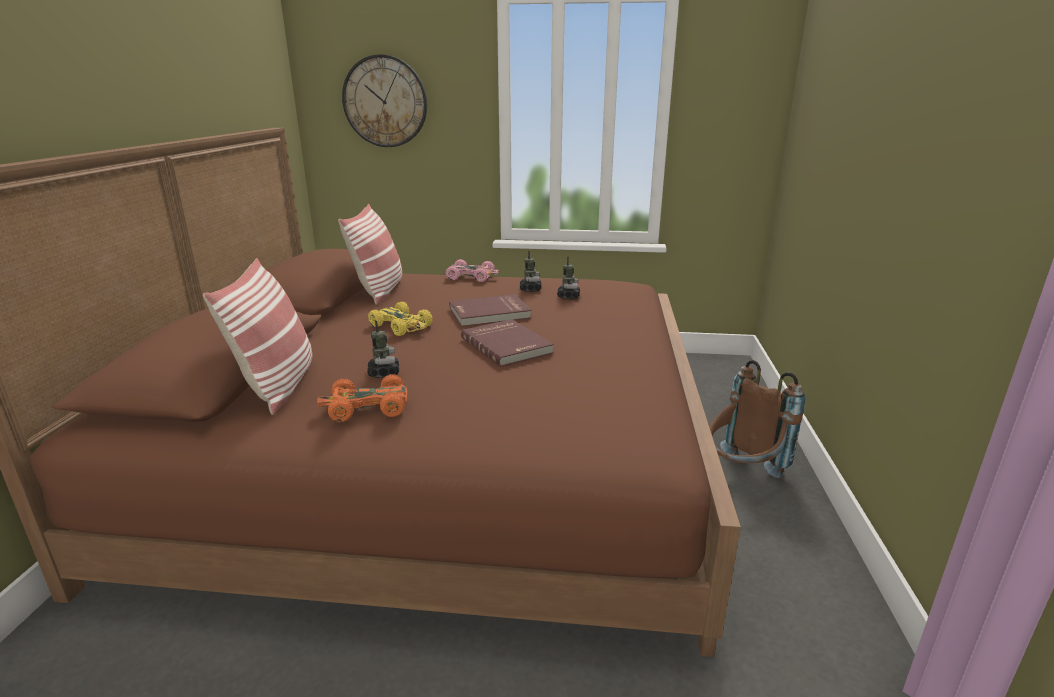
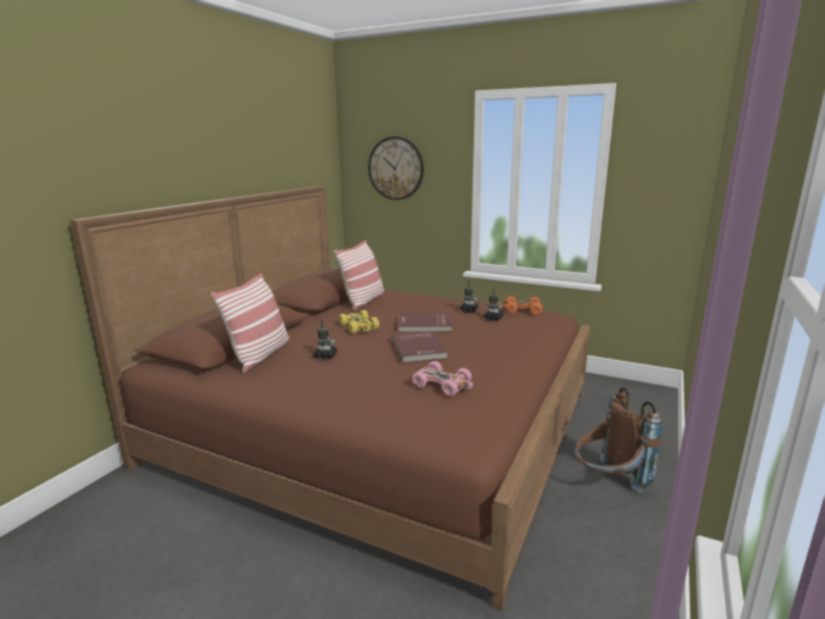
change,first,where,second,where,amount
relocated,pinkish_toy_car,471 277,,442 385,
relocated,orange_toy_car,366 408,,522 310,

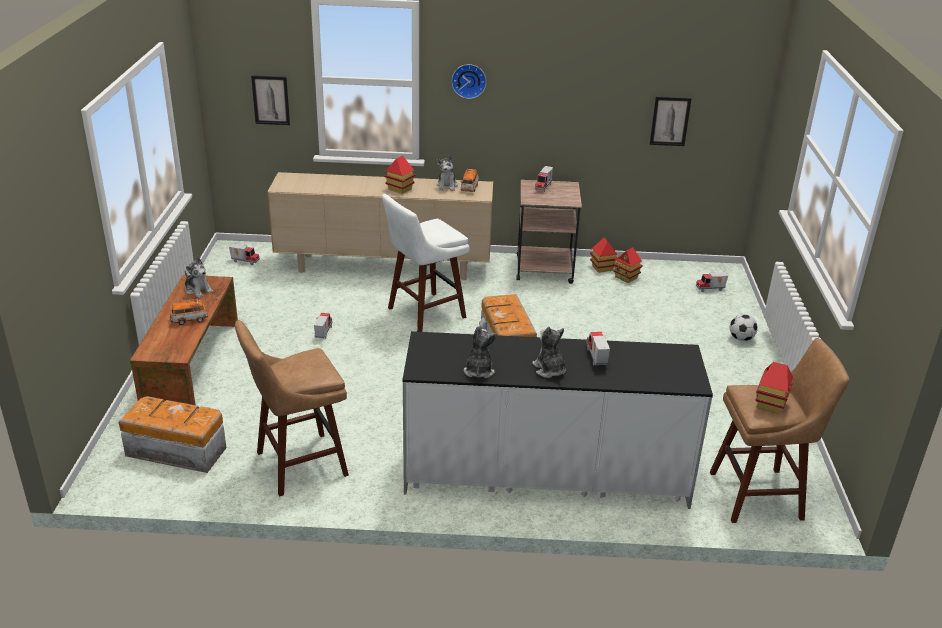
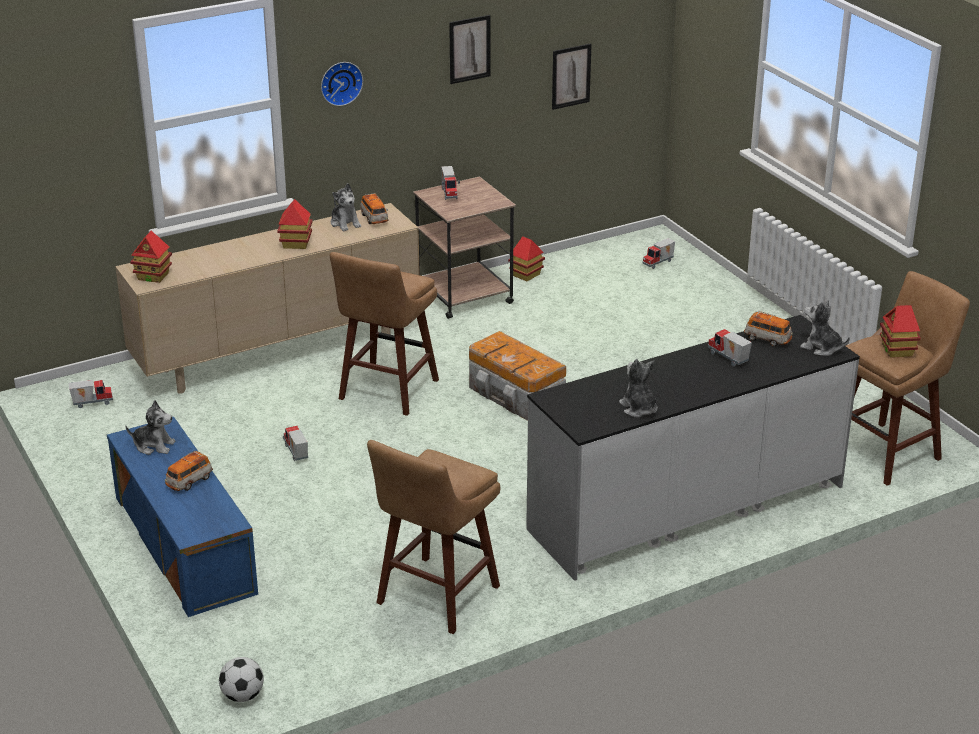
change,first,where,second,where,amount
relocated,picture,271 100,,469 49,
colour,whitish_sitting_stool,424 313,brownish_sitting_stool,387 391,
relocated,model_house,626 277,,153 276,
colour,brownish_long_seat,191 364,blue-coloured_long_seat,181 544,
relocated,football_ball,741 339,,243 696,
relocated,plush_toy,549 370,,821 348,
missing,storage_box,176 450,,,
appeared,,,toy_car,767 339,

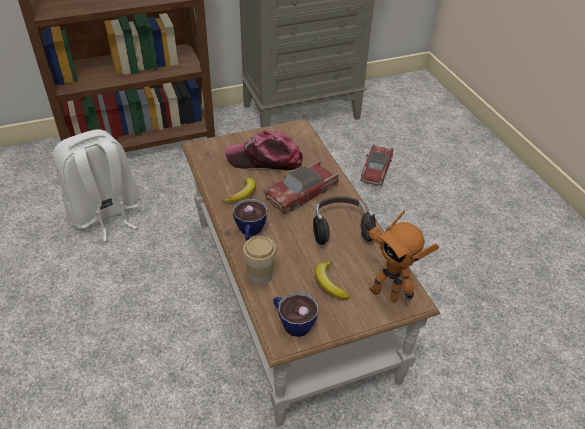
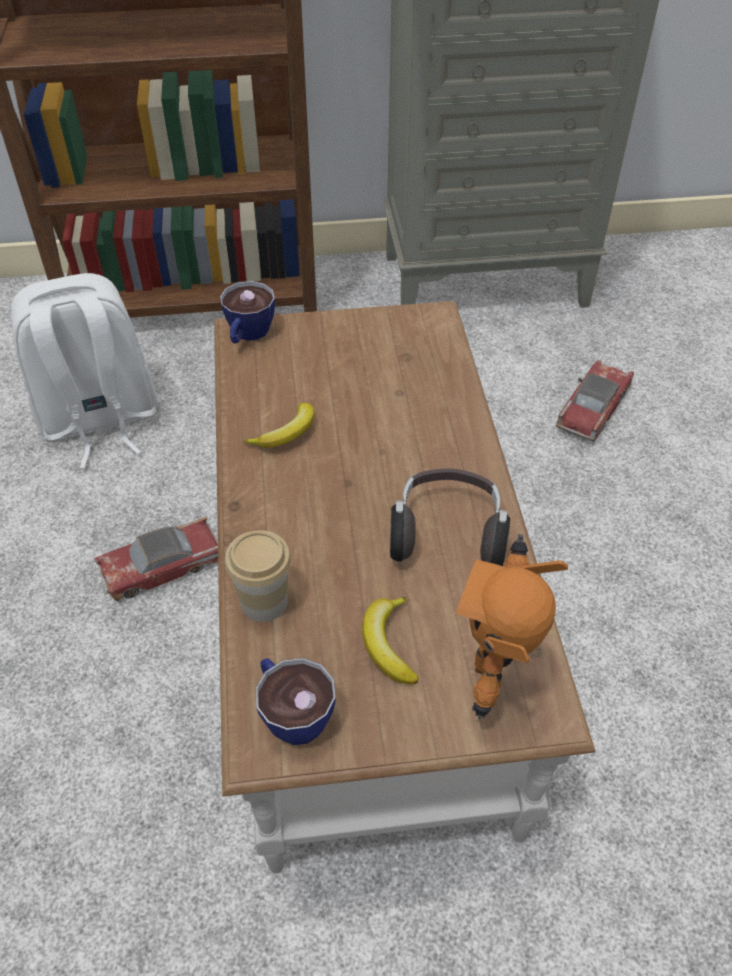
change,first,where,second,where,amount
missing,peaked_cap,265 159,,,
relocated,toy_car,301 193,,162 566,
relocated,drinking_cup,250 232,,248 335,
spun,toy_robot,385 291,,494 683,45 degrees clockwise

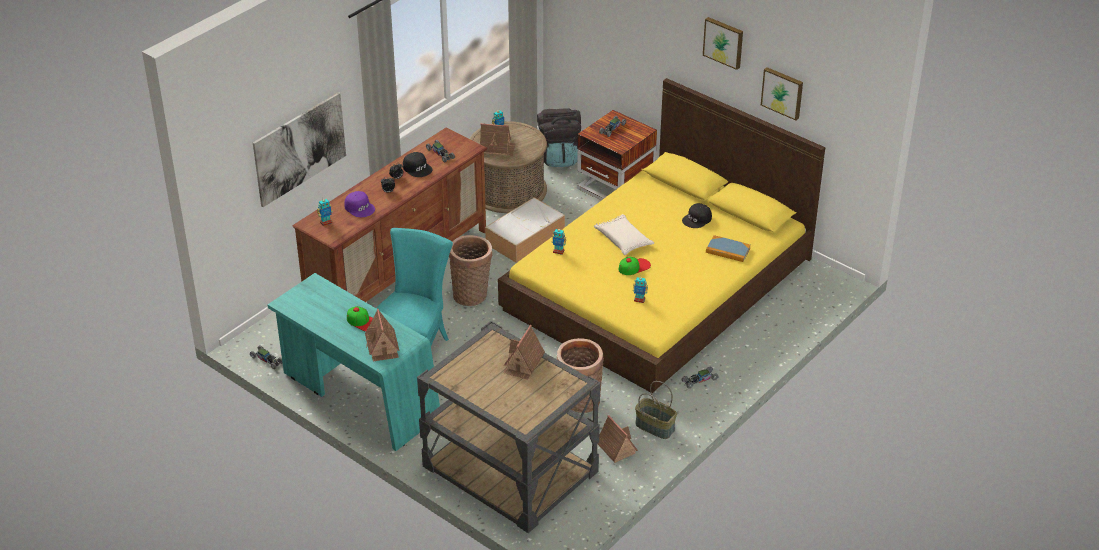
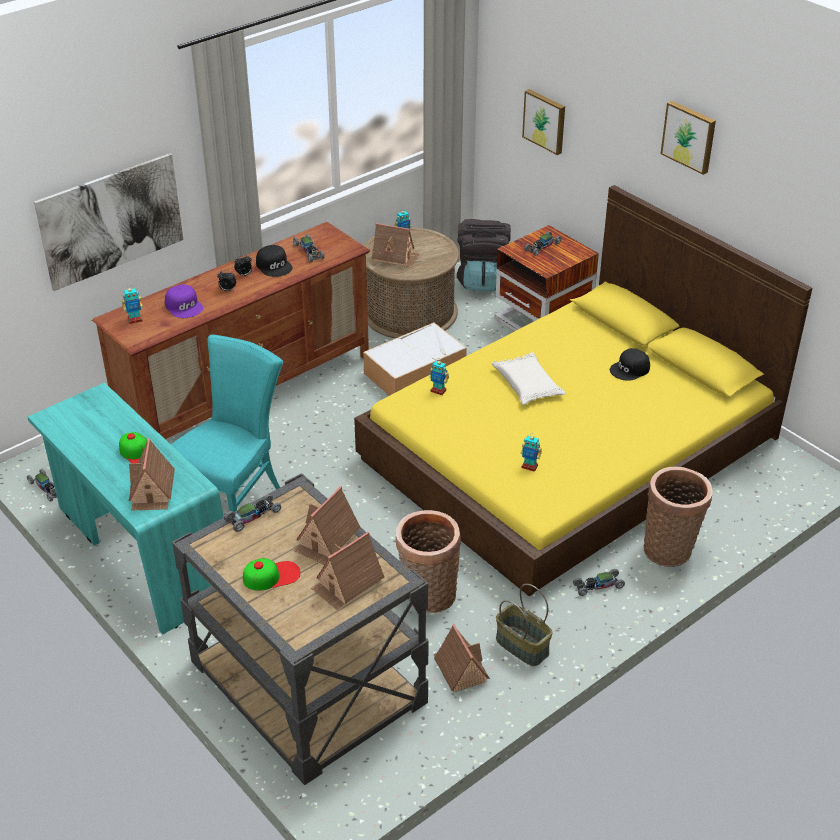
change,first,where,second,where,amount
relocated,picture,783 92,,545 121,
relocated,household_basket,472 294,,670 549,
missing,volume,728 250,,,
relocated,peaked_cap,634 267,,271 576,
appeared,,,toy_car,253 516,
appeared,,,model_house,347 583,

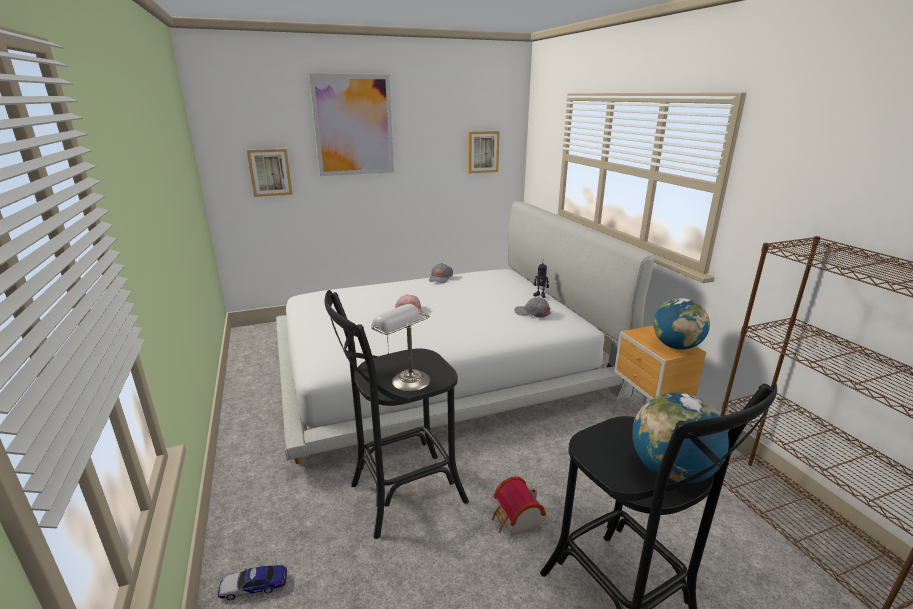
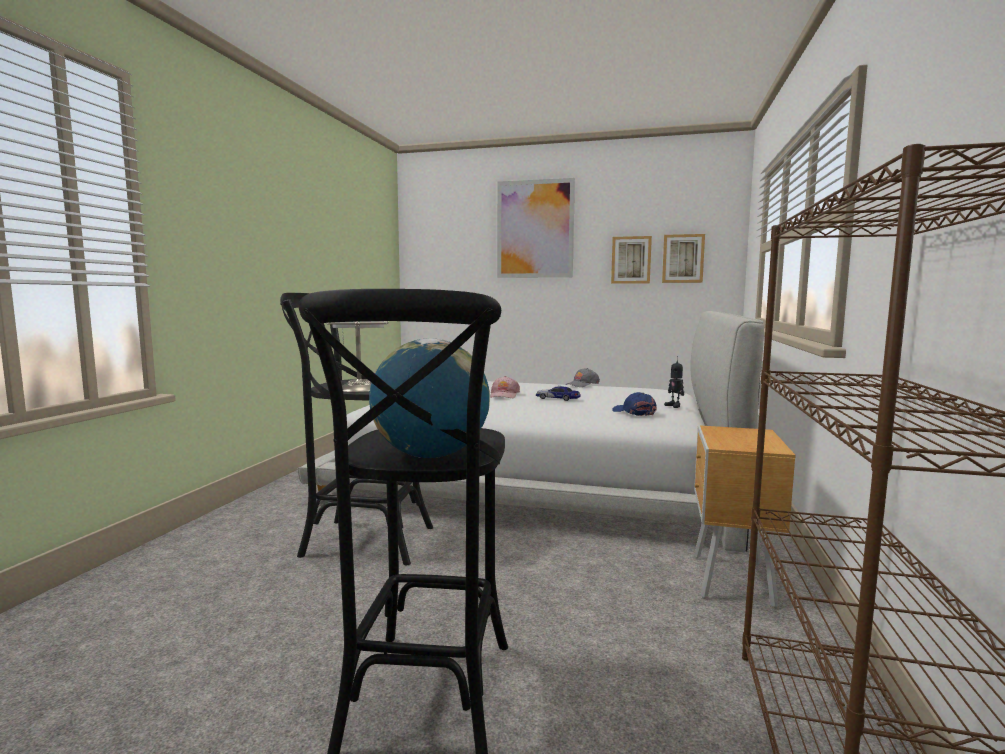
change,first,where,second,where,amount
relocated,picture,270 172,,631 260,
colour,greyish_peaked_cap,532 312,blue-coloured_peaked_cap,634 412,
missing,globe,676 346,,,
missing,model_house,516 520,,,
relocated,toy_car,254 586,,557 398,

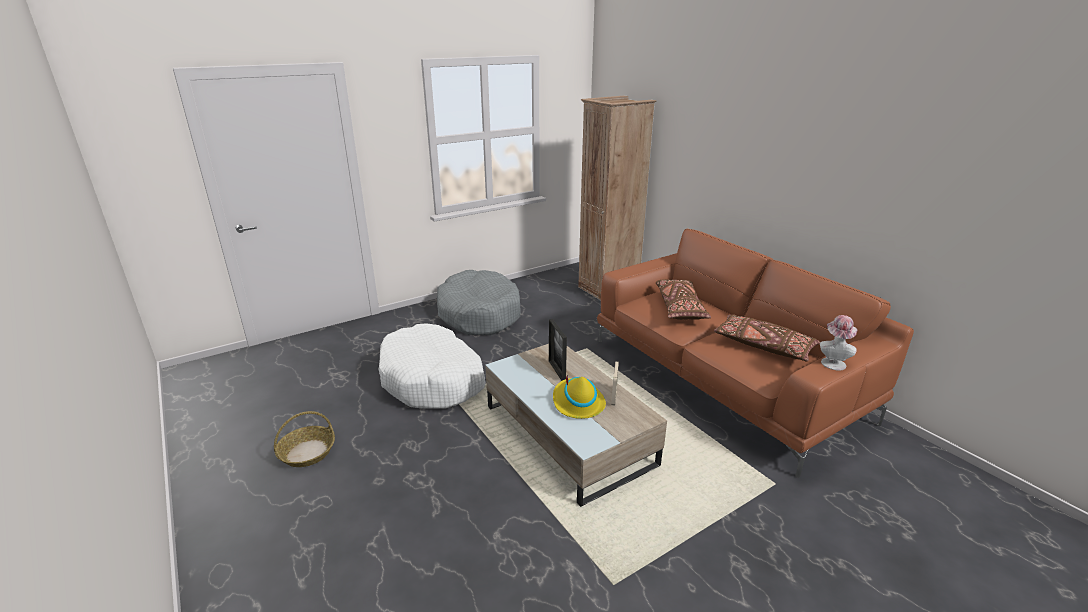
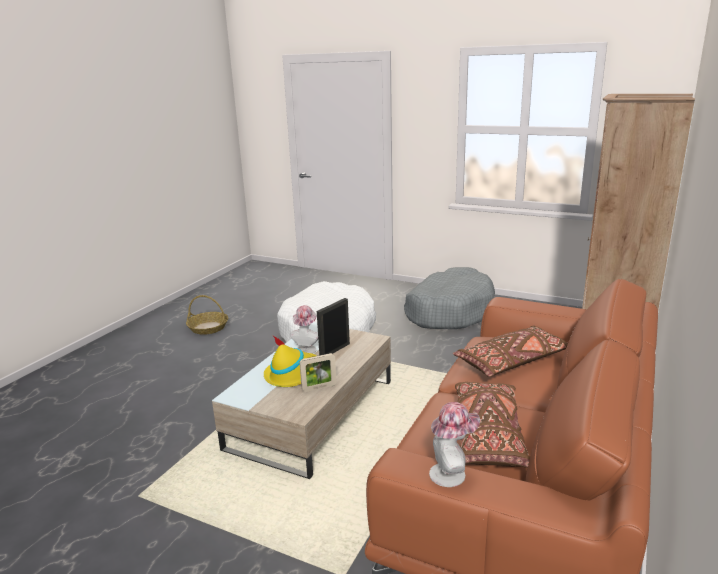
change,first,where,second,where,amount
appeared,,,wearable_hat,307 349,

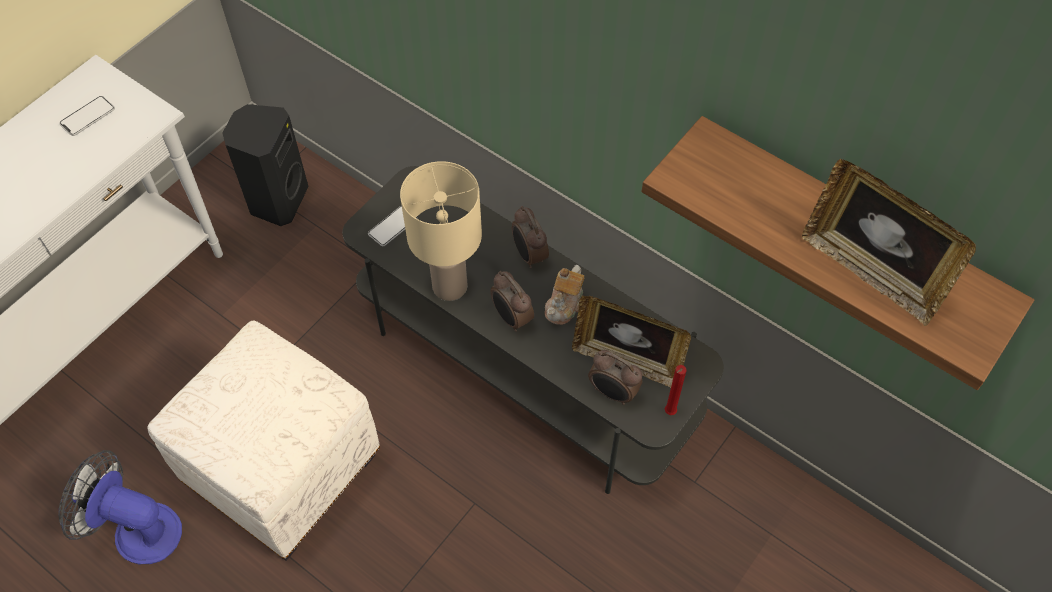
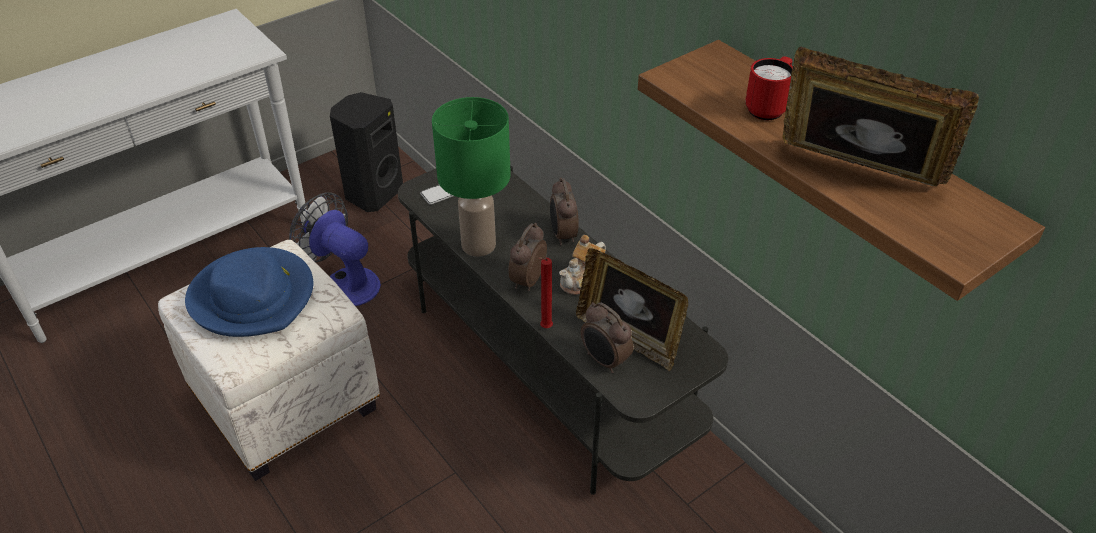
change,first,where,second,where,amount
missing,handset,87 116,,,
spun,standing_frame,870 271,,856 174,150 degrees clockwise
colour,beige-coloured_tabletop_lamp,448 285,green-coloured_tabletop_lamp,477 244,
spun,table_clock,511 318,,527 281,45 degrees clockwise
relocated,red-coloured_wax_light,669 413,,544 328,
relocated,cooling_fan,137 529,,344 282,
appeared,,,red-coloured_tea_mug,768 108,
appeared,,,blue-coloured_wearable_hat,253 297,

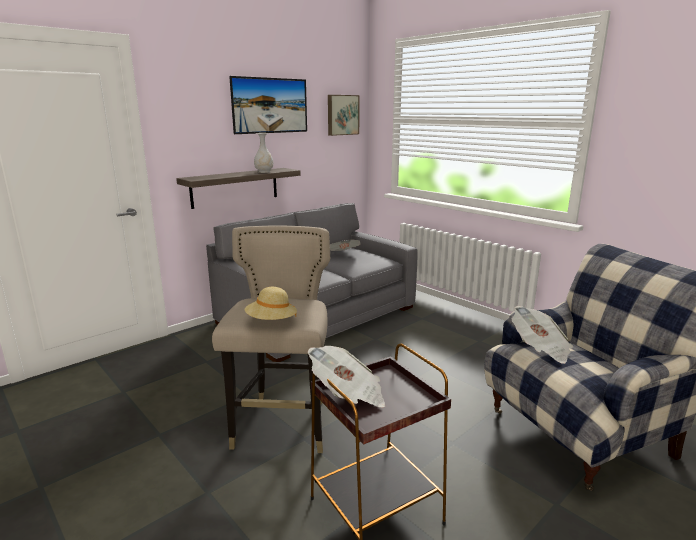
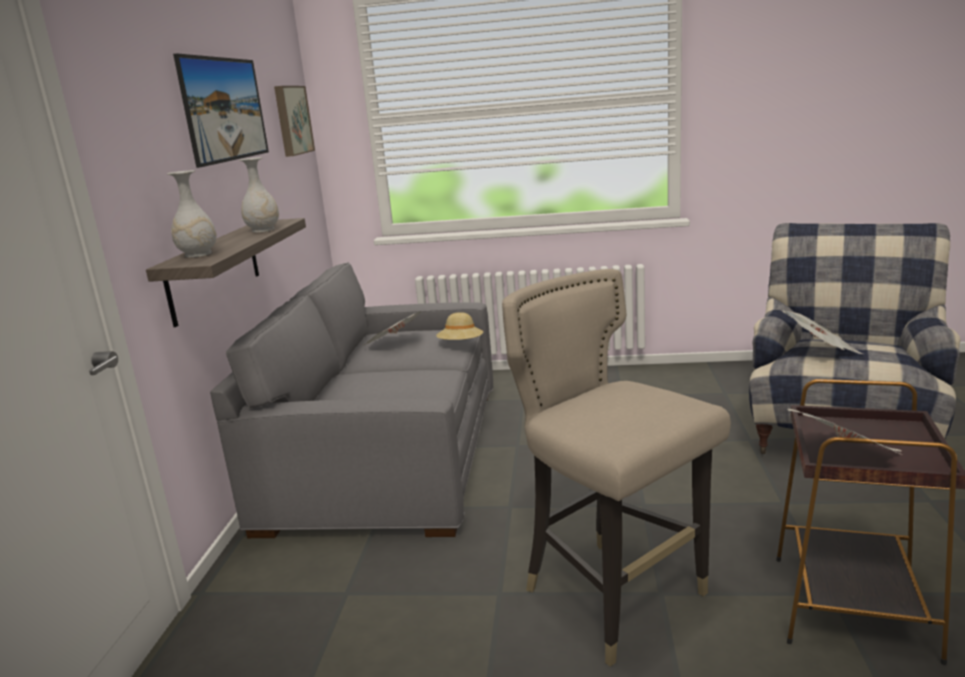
change,first,where,second,where,amount
relocated,beige-coloured_wearable_hat,271 322,,461 345,
appeared,,,whitish_vase,197 254,

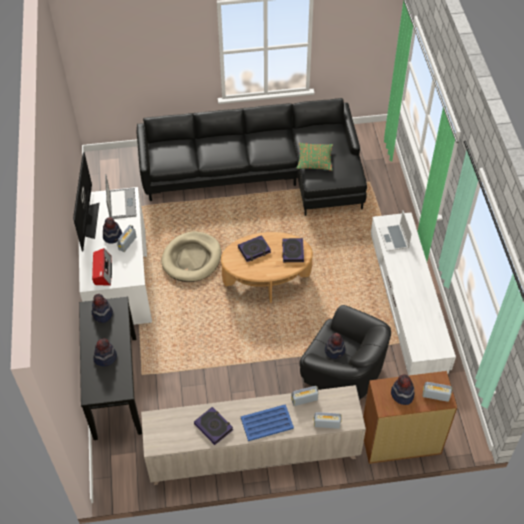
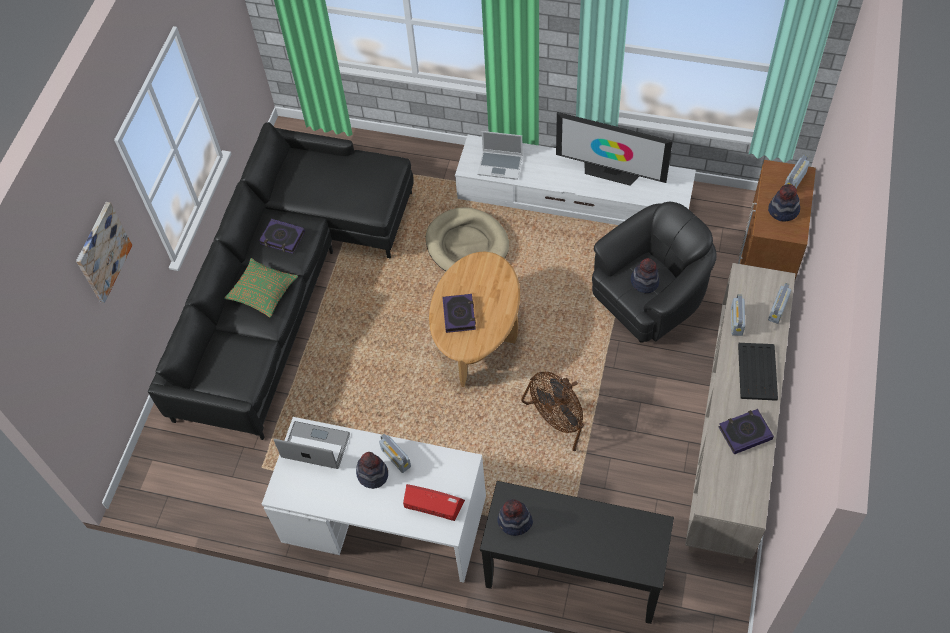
change,first,where,second,where,amount
relocated,green-coloured_pillow,314 160,,262 292,
relocated,TV_set,89 221,,610 172,
relocated,beige-coloured_dog_bed,192 258,,467 245,
relocated,volume,292 251,,282 238,
missing,wearable_hat,105 357,,,
colour,blue-coloured_tray,267 423,black-coloured_tray,757 371,
appeared,,,picture,102 252,
appeared,,,brownish_cooling_fan,559 416,

